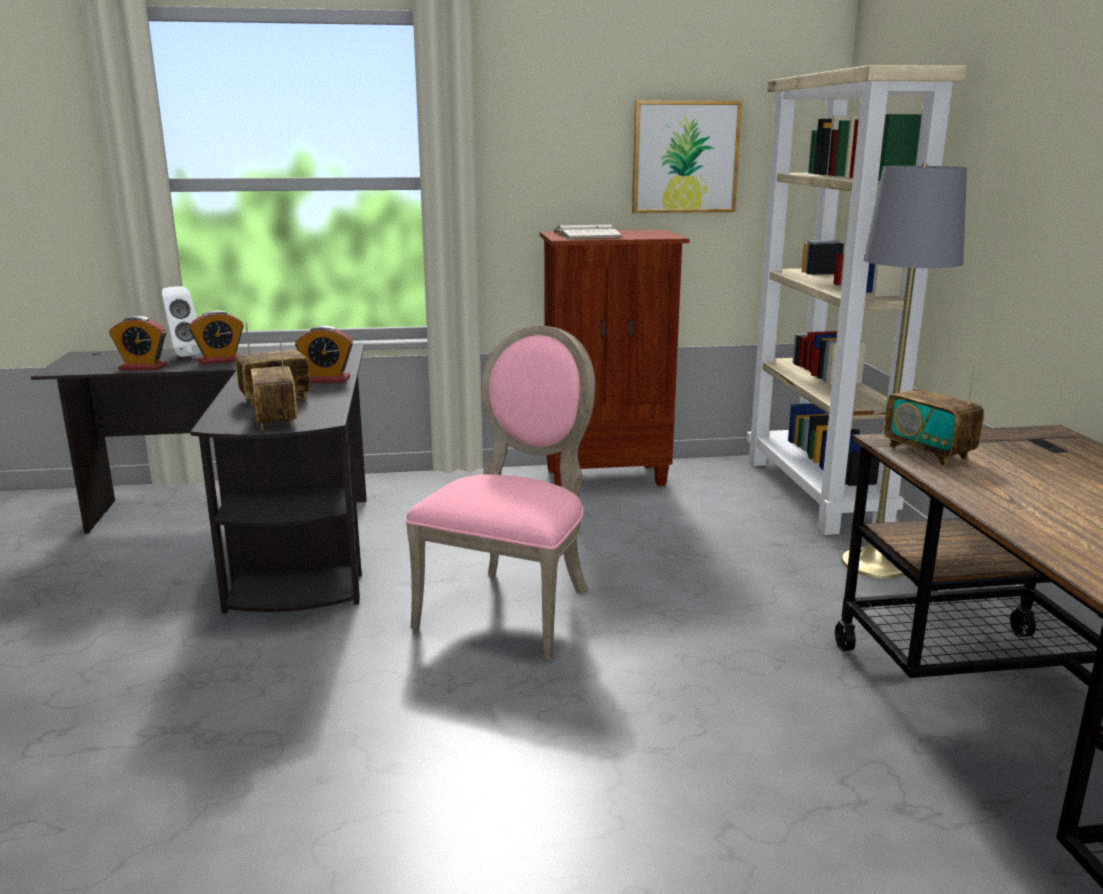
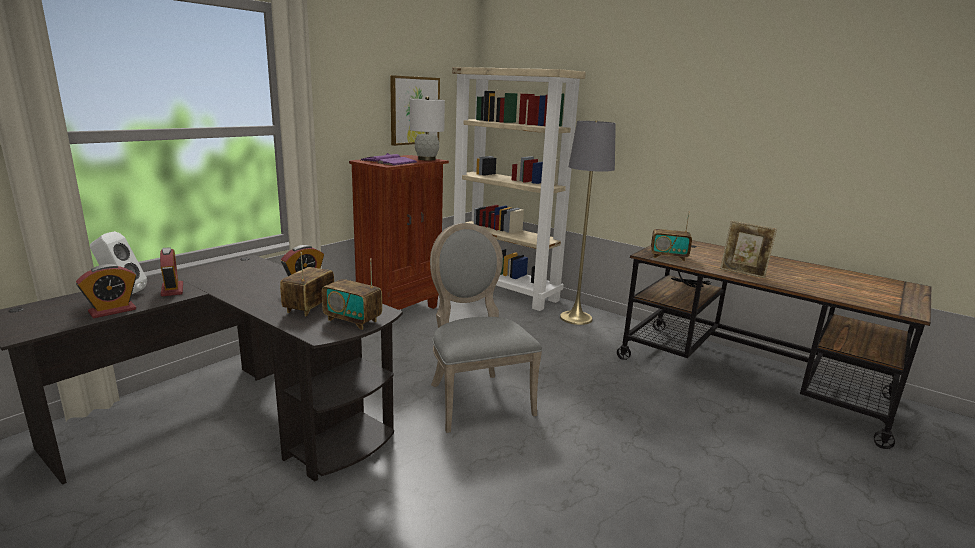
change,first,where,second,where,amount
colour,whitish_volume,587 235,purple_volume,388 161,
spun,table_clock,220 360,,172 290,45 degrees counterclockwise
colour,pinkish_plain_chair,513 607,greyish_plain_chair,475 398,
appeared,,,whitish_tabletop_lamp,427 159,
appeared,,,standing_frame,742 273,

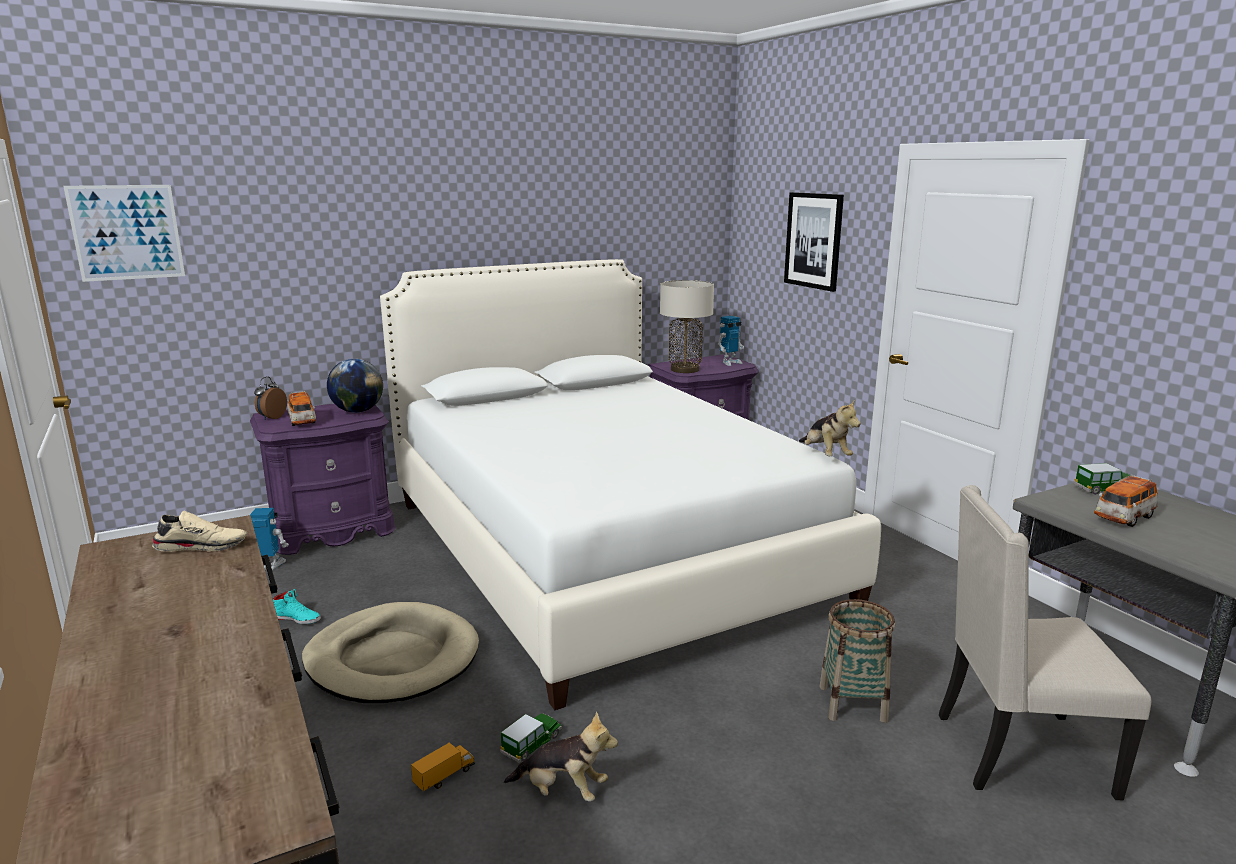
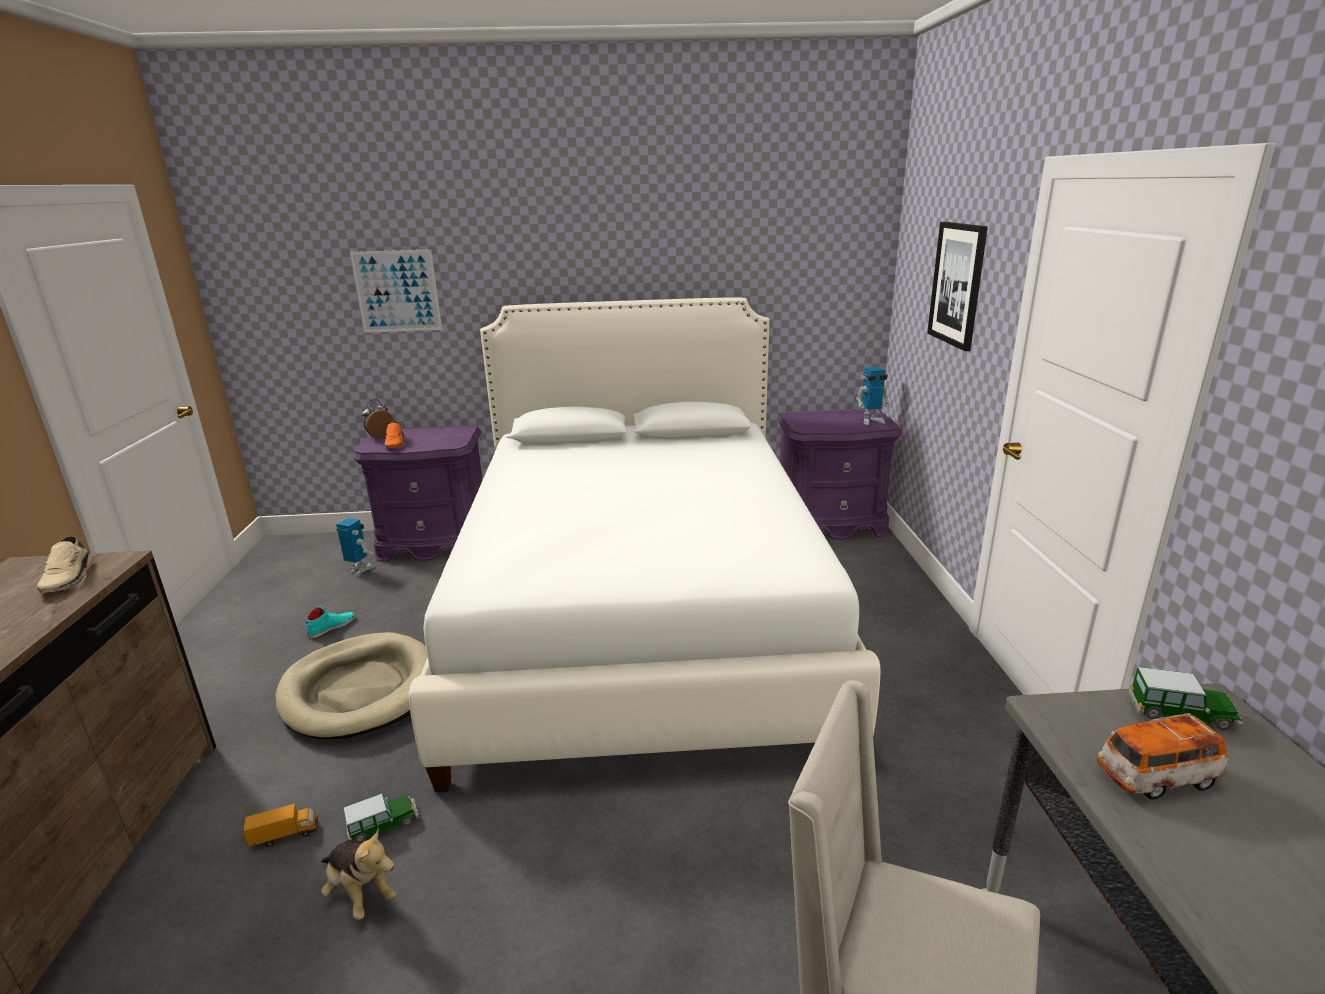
change,first,where,second,where,amount
relocated,picture,126 232,,397 291,
missing,tabletop_lamp,684 369,,,
missing,globe,357 411,,,
exchanged,toy_car,302 421,orange_item_of_footwear,396 444,
missing,plush_toy,825 455,,,
spun,beige-coloured_item_of_footwear,202 545,,71 578,60 degrees clockwise
spun,turquoise-coloured_item_of_footwear,297 618,,332 627,90 degrees counterclockwise
missing,household_basket,852 703,,,

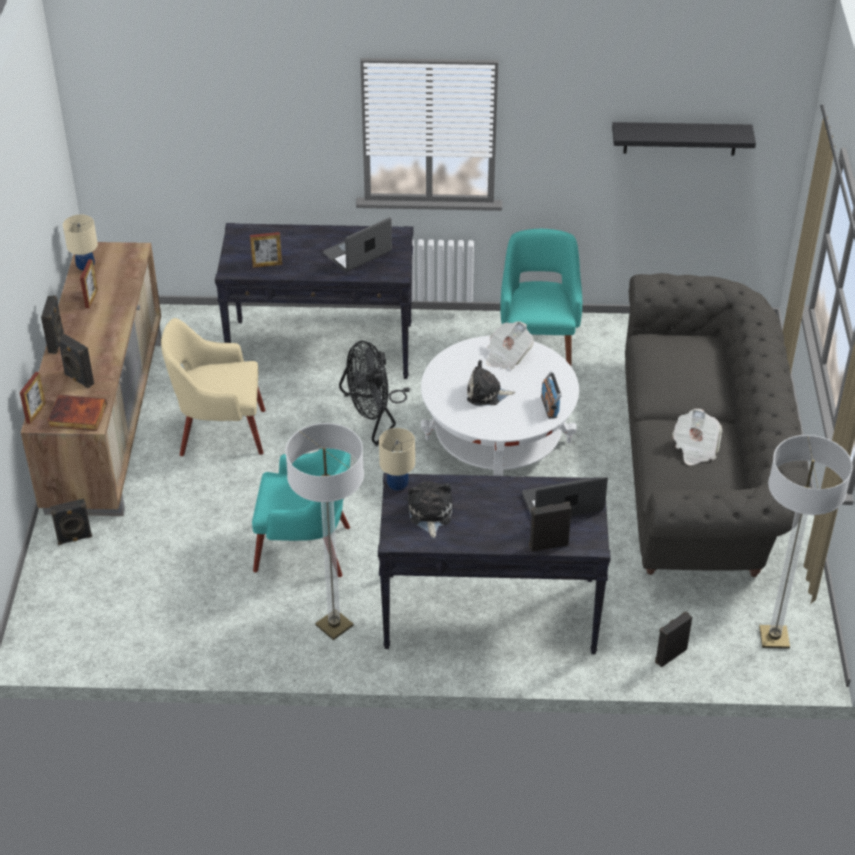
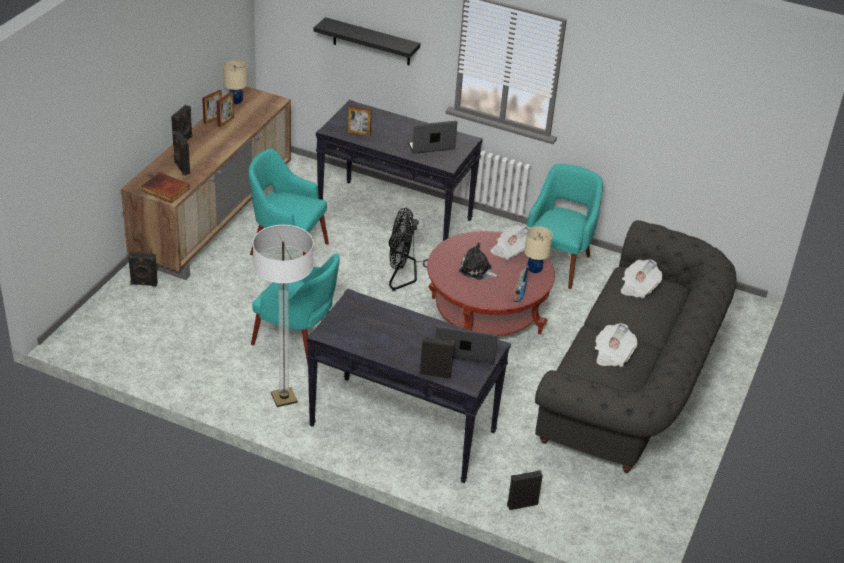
change,first,where,second,where,amount
relocated,black-coloured_shelf,680 138,,371 42,
colour,beige-coloured_armchair,219 432,turquoise-coloured_armchair,287 248,
colour,whitish_lounge_table,497 440,red-coloured_lounge_table,485 315,
relocated,standing_frame,36 413,,213 119,
relocated,beige-coloured_tabletop_lamp,397 484,,534 269,
missing,standard_lamp,774 638,,,
missing,plush_toy,429 514,,,
appeared,,,daily_paper,638 287,

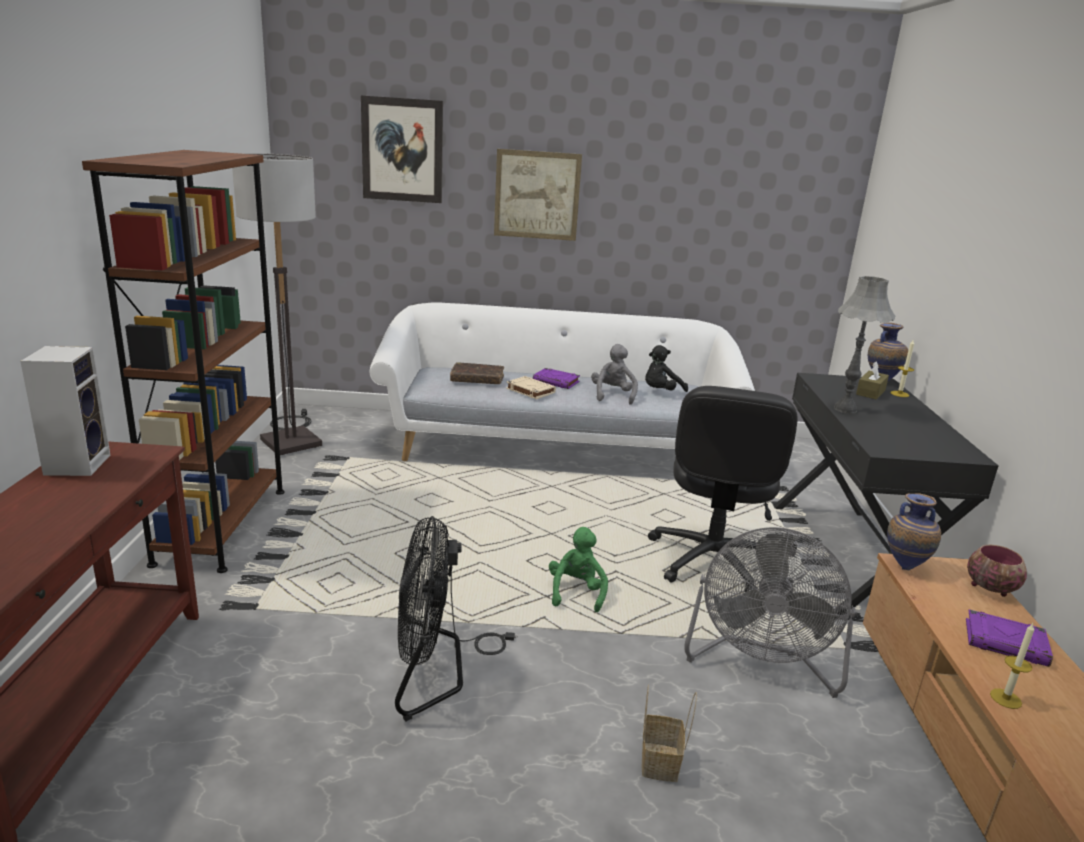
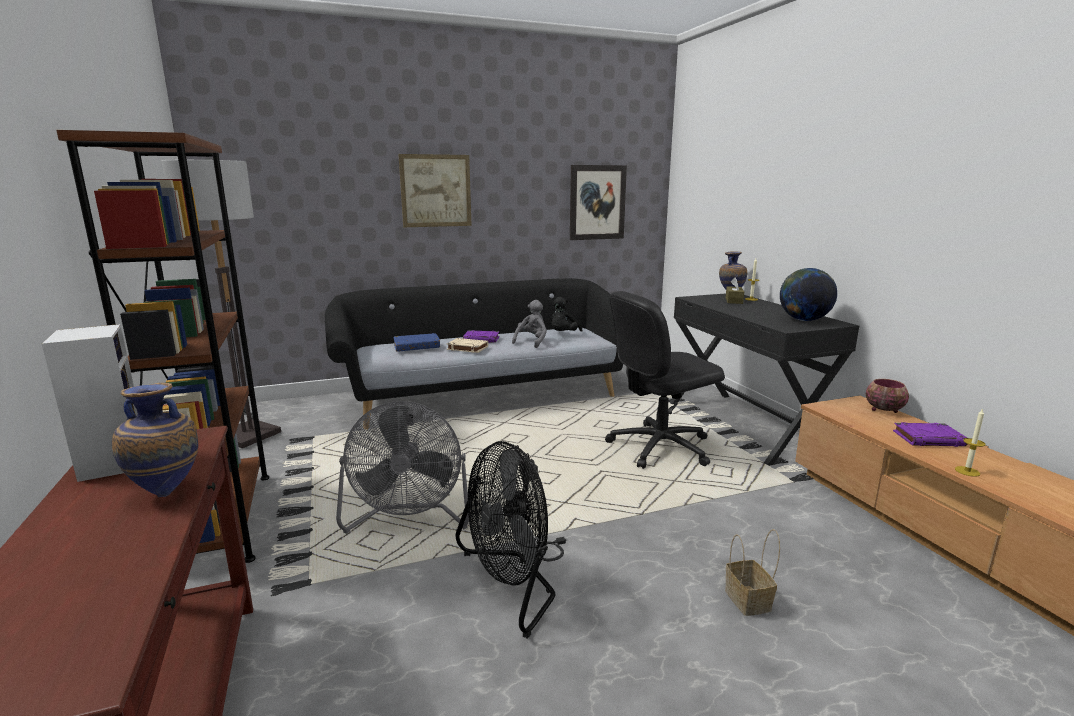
change,first,where,second,where,amount
relocated,picture,402 150,,597 202,
missing,greyish_tabletop_lamp,845 409,,,
colour,whitish_settee,556 446,black-coloured_settee,485 395,
spun,greyish_plush_toy,613 395,,532 342,45 degrees clockwise
colour,brownish_volume,477 380,blue-coloured_volume,417 347,
spun,black-coloured_office_chair,711 560,,659 447,75 degrees clockwise
relocated,vase,905 566,,168 492,
missing,green-coloured_plush_toy,576 592,,,
relocated,greyish_cooling_fan,756 658,,405 517,
appeared,,,globe,804 320,

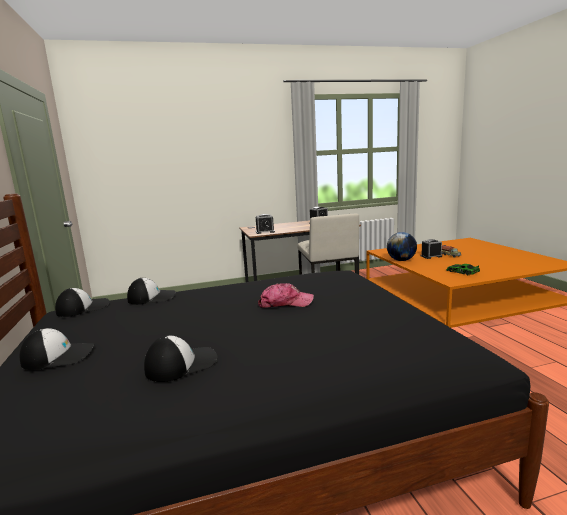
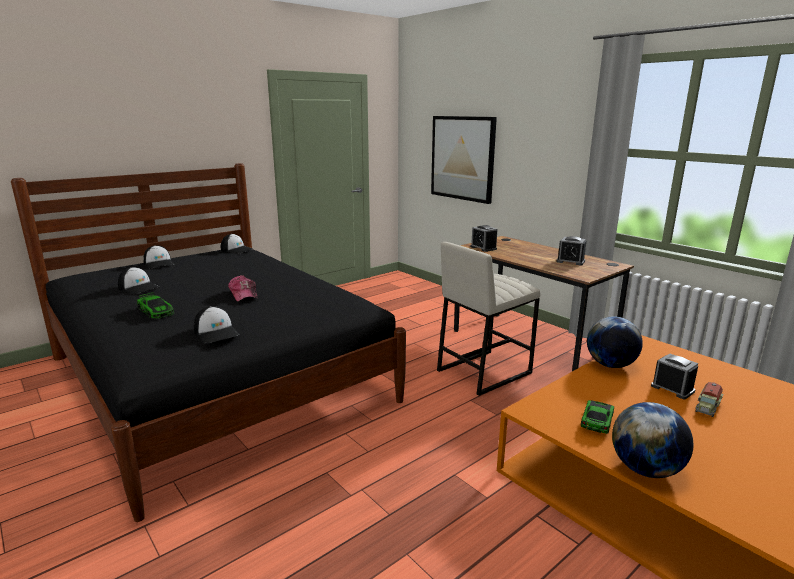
change,first,where,second,where,amount
relocated,peaked_cap,152 297,,217 332,
appeared,,,picture,462 158,
appeared,,,toy_car,156 311,
appeared,,,globe,645 469,

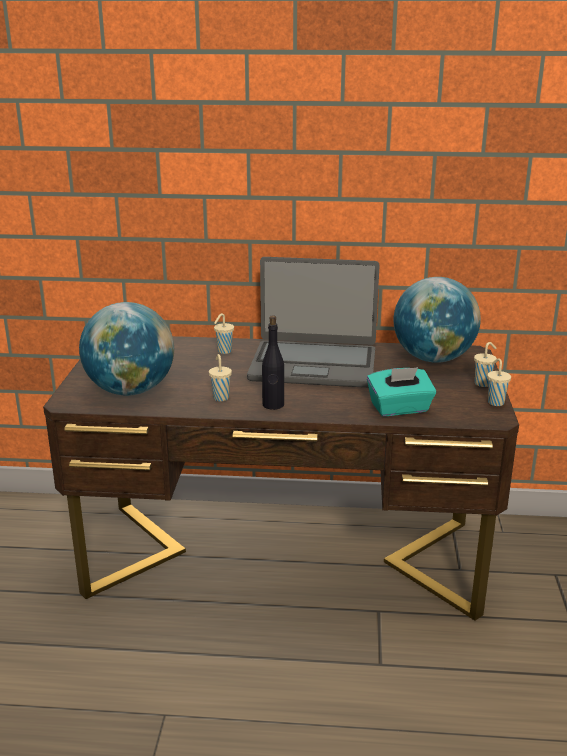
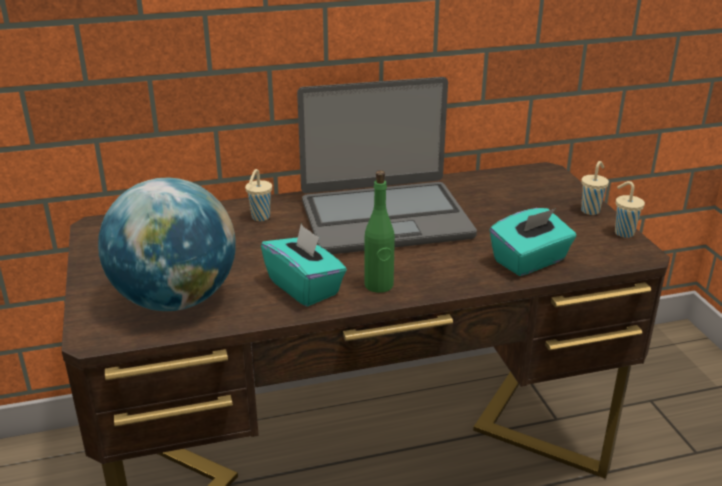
change,first,where,second,where,amount
missing,globe,433 359,,,
colour,black-coloured_beverage_bottle,273 405,green-coloured_beverage_bottle,379 285,
exchanged,beige-coloured_drinking_cup,220 397,turquoise-coloured_tissue_holder,304 287,

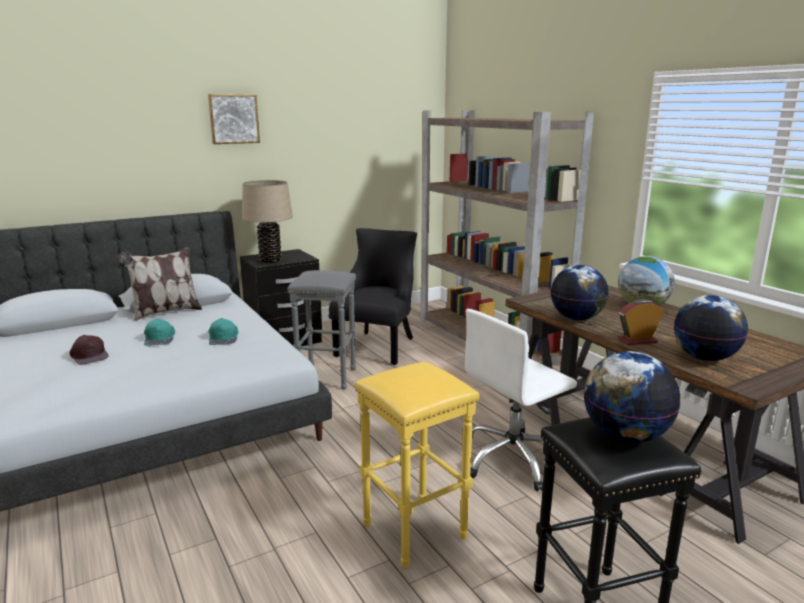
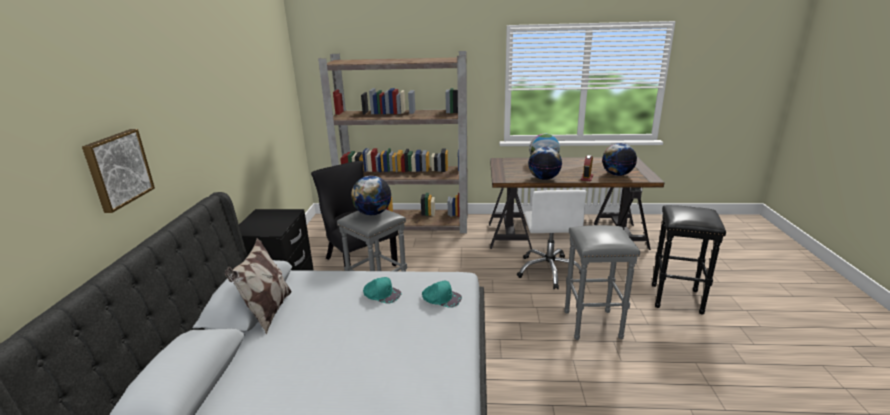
change,first,where,second,where,amount
relocated,picture,233 119,,117 169,
missing,beige-coloured_tabletop_lamp,270 260,,,
relocated,turquoise-coloured_peaked_cap,160 338,,441 298,
missing,brownish_peaked_cap,89 355,,,
relocated,globe,625 435,,372 213,
colour,yellowish_sitting_stool,412 529,greyish_sitting_stool,591 325,

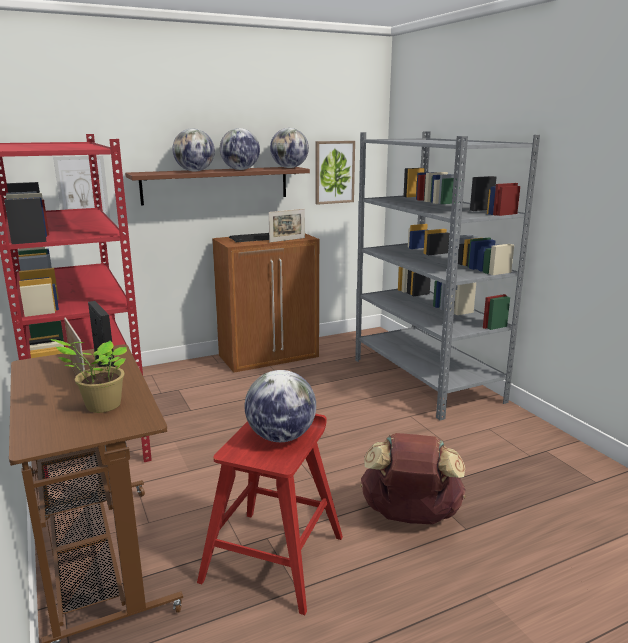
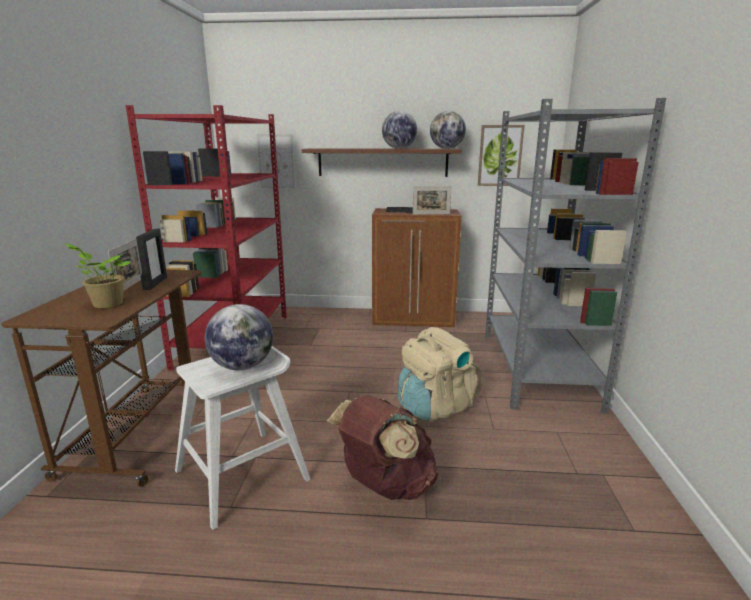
change,first,where,second,where,amount
missing,globe,195 171,,,
colour,red-coloured_sitting_stool,274 557,whitish_sitting_stool,243 474,
appeared,,,beige-coloured_rucksack,435 406,

